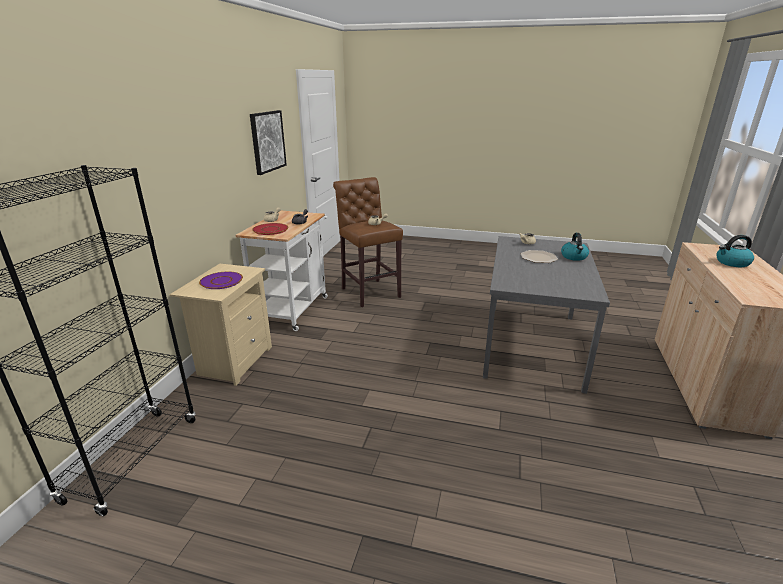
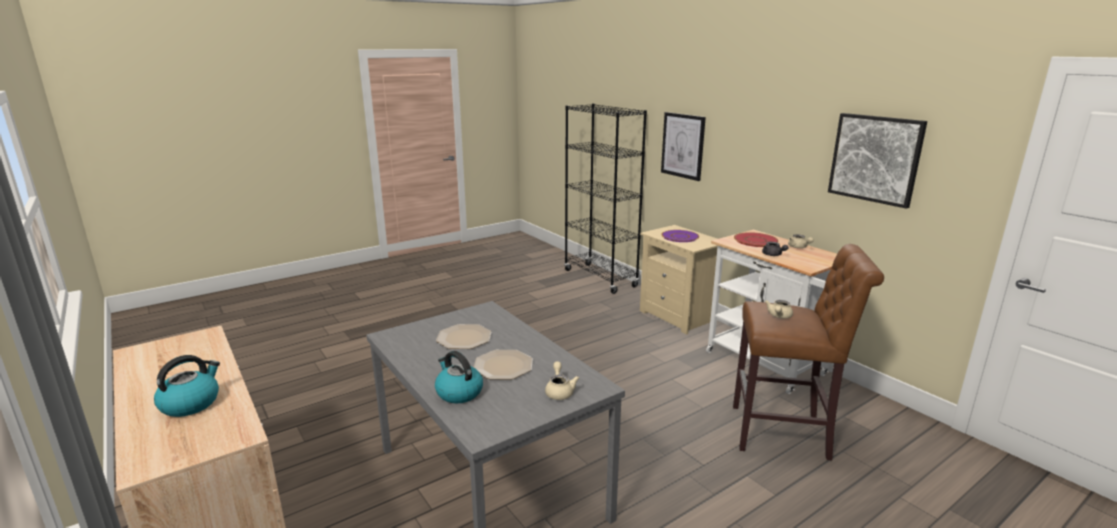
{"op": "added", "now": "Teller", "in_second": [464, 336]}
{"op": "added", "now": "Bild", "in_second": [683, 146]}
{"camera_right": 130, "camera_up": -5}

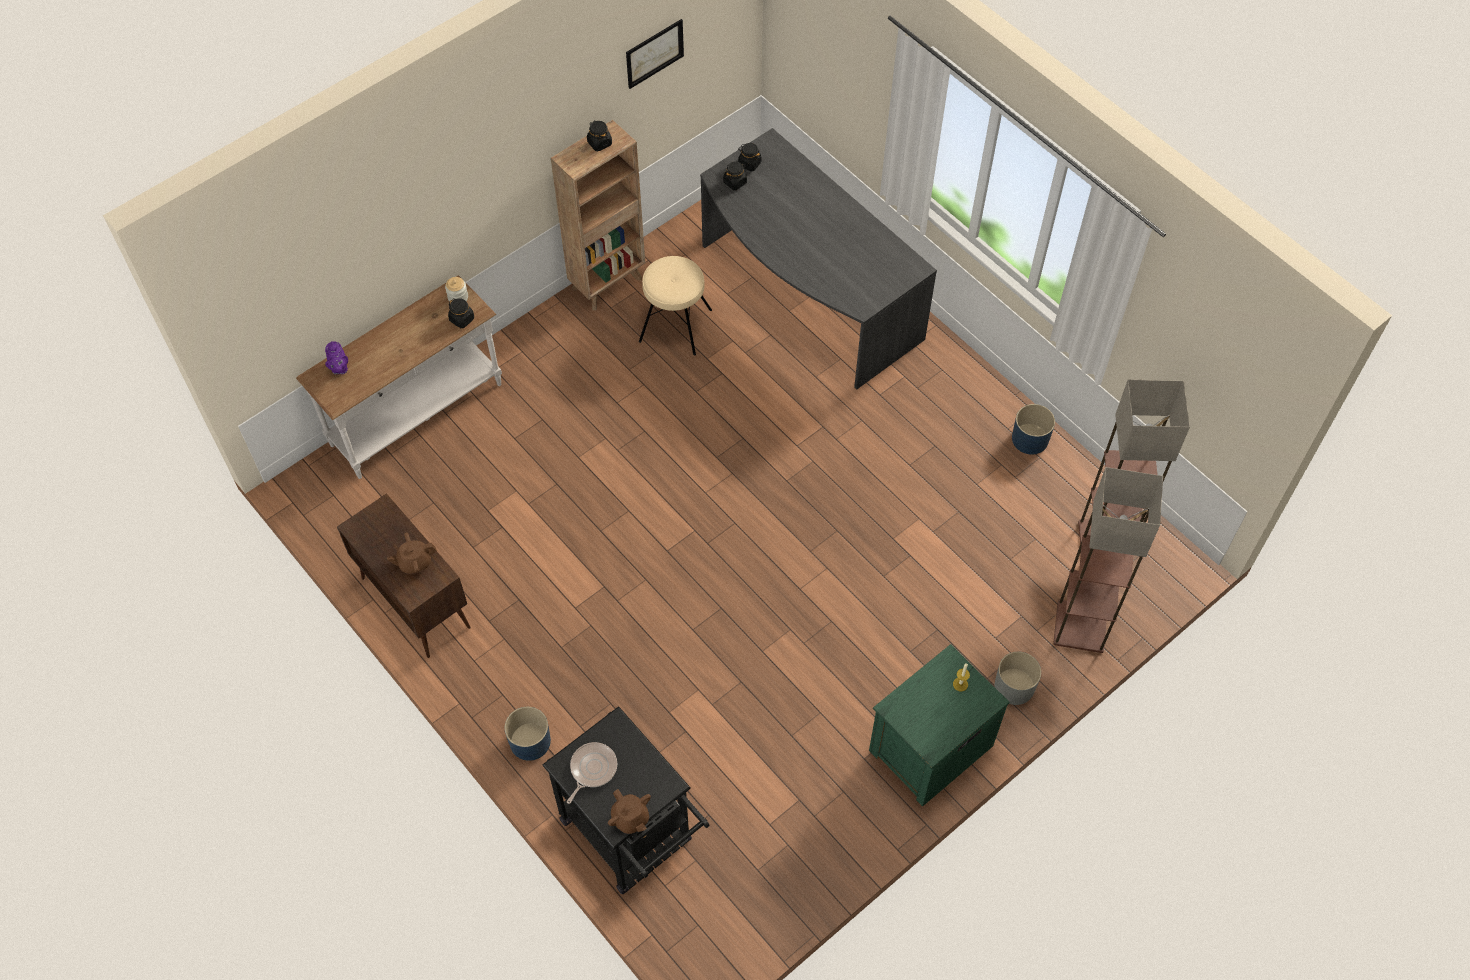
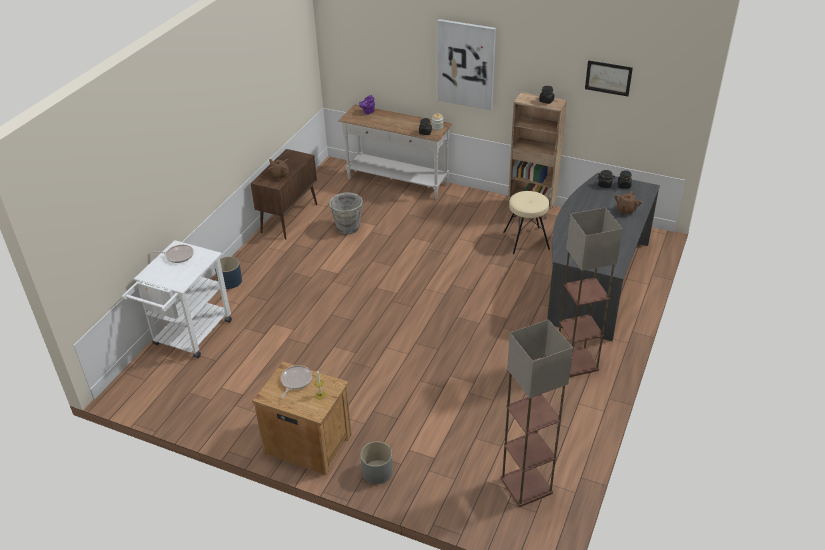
{"op": "removed", "was": "Pflanzkübel/blau", "in_first": [1033, 429]}
{"op": "added", "now": "Pfanne", "in_second": [296, 382]}
{"op": "added", "now": "Eimer/grau", "in_second": [345, 213]}
{"op": "added", "now": "Bild", "in_second": [466, 64]}
{"op": "moved", "was": "Teekanne/braun", "in_first": [629, 811], "in_second": [628, 203]}
{"op": "moved", "was": "Stehlampe", "in_first": [1108, 560], "in_second": [591, 292]}
{"op": "recoloured", "was": "Rollwagen/schwarz", "now": "Rollwagen/weiß", "in_first": [626, 800], "in_second": [177, 299]}
{"op": "recoloured", "was": "Nachttisch/grün", "now": "Nachttisch/braun", "in_first": [939, 725], "in_second": [302, 418]}
{"camera_right": 65, "camera_up": -20}

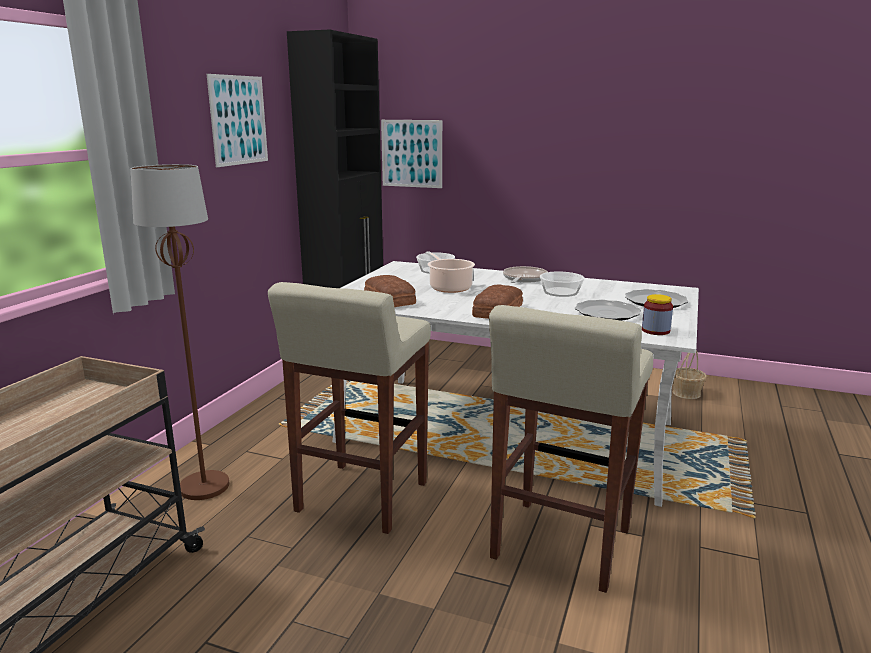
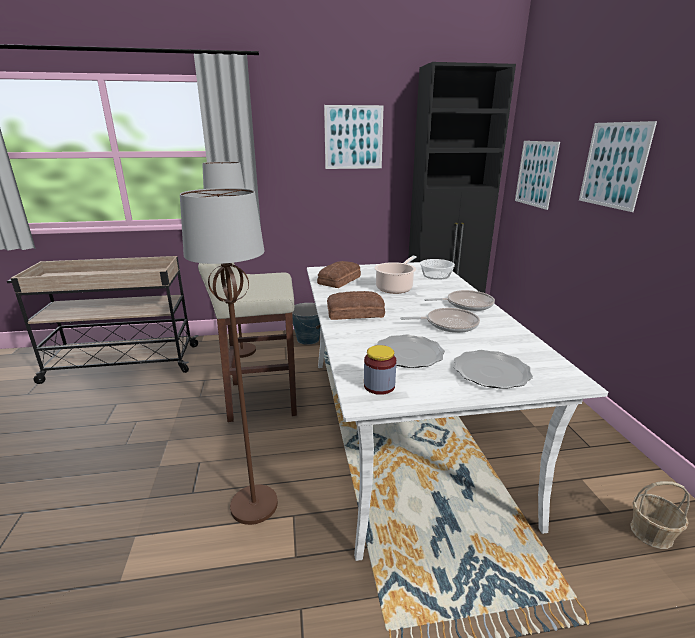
{"op": "added", "now": "Eimer", "in_second": [306, 324]}
{"op": "added", "now": "Bild", "in_second": [618, 166]}
{"op": "replaced", "was": "Hocker/beige", "now": "Stehlampe/braun", "in_first": [571, 449], "in_second": [229, 356]}
{"op": "replaced", "was": "Schüssel", "now": "Pfanne", "in_first": [562, 284], "in_second": [440, 320]}
{"camera_right": 60, "camera_up": 5}

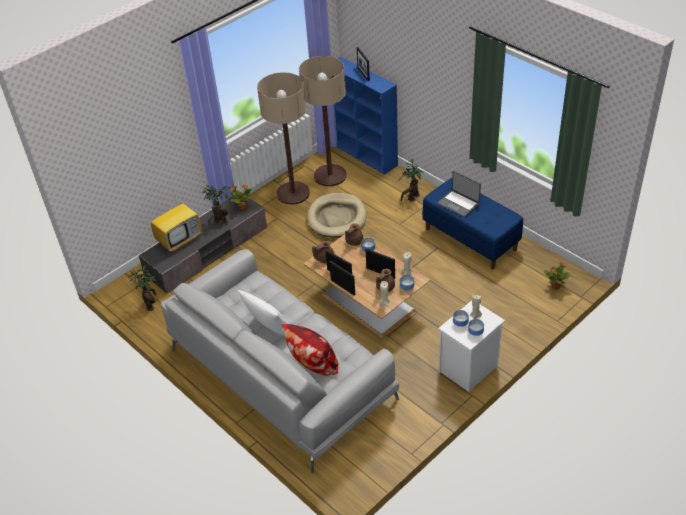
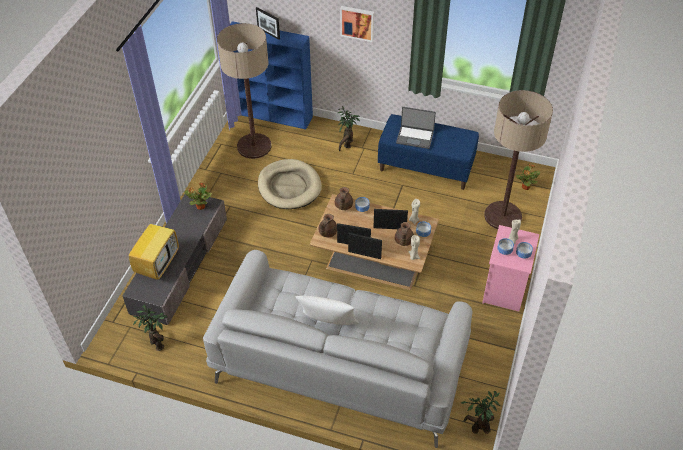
{"op": "removed", "was": "Kissen", "in_first": [310, 350]}
{"op": "added", "now": "Bild", "in_second": [357, 24]}
{"op": "moved", "was": "Topfpflanze", "in_first": [215, 205], "in_second": [480, 412]}
{"op": "moved", "was": "Stehlampe", "in_first": [283, 138], "in_second": [518, 159]}
{"op": "recoloured", "was": "Nachttisch/weiß", "now": "Nachttisch/rosa", "in_first": [471, 346], "in_second": [510, 268]}
{"camera_right": -30, "camera_up": 5}

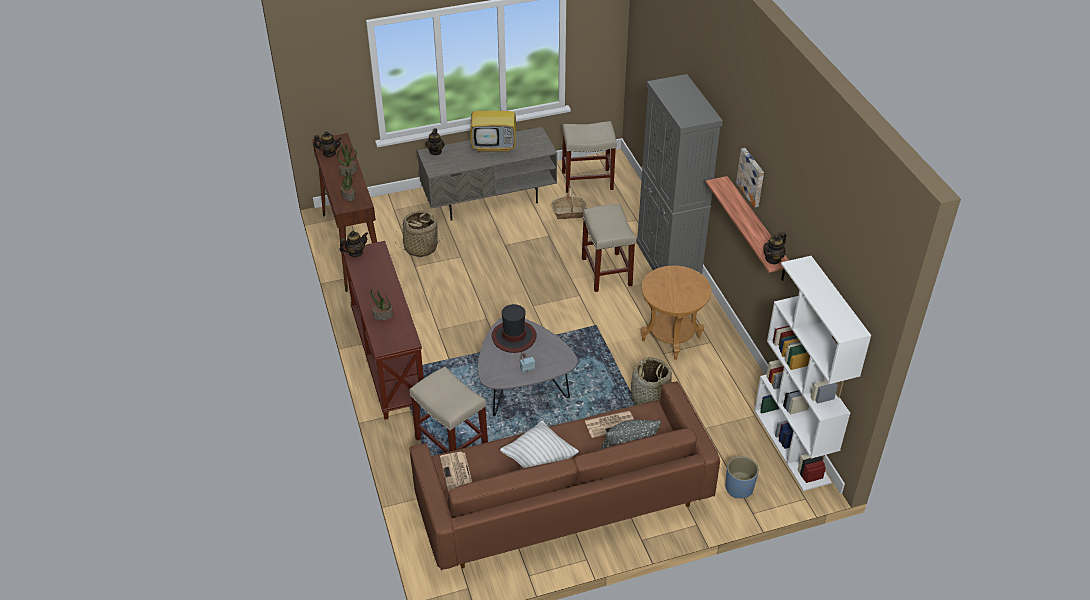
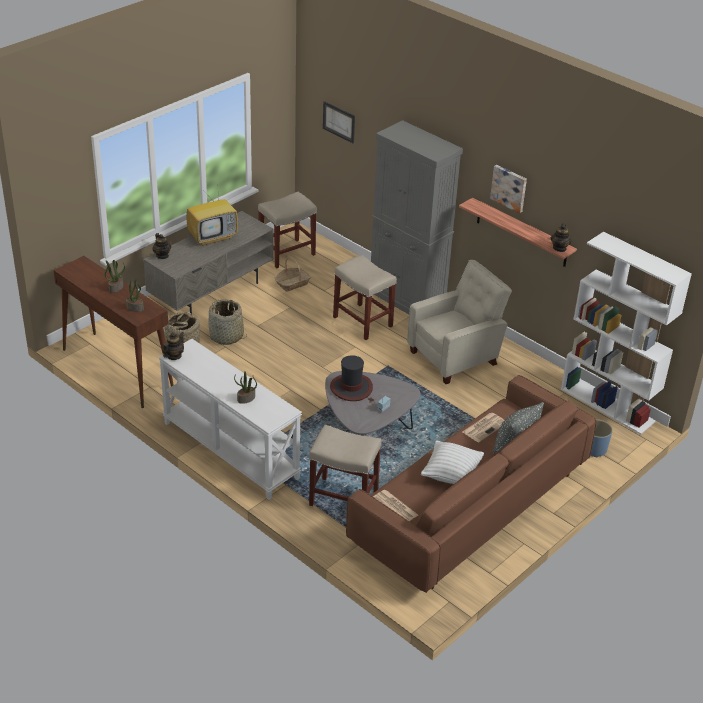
{"op": "removed", "was": "Teekanne", "in_first": [327, 144]}
{"op": "added", "now": "Bild", "in_second": [339, 122]}
{"op": "moved", "was": "Korb", "in_first": [651, 381], "in_second": [227, 322]}
{"op": "replaced", "was": "Beistelltisch/braun", "now": "Sessel/beige", "in_first": [676, 313], "in_second": [459, 322]}
{"op": "recoloured", "was": "Konsolentisch/braun", "now": "Konsolentisch/weiß", "in_first": [383, 330], "in_second": [230, 419]}
{"camera_right": -30, "camera_up": -5}

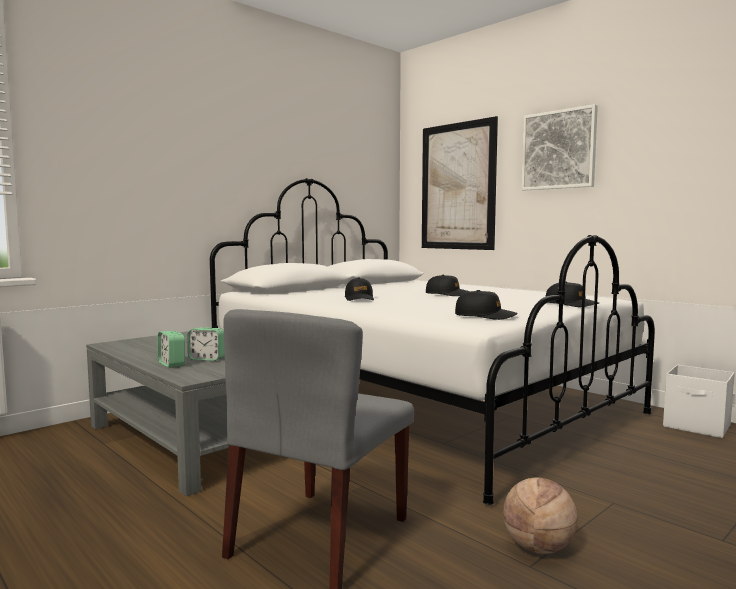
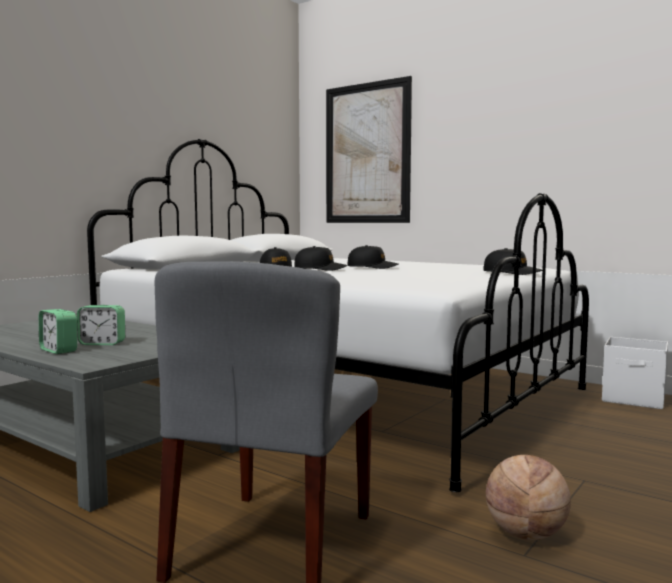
{"op": "removed", "was": "Bild", "in_first": [559, 147]}
{"op": "moved", "was": "Kappe/schwarz", "in_first": [486, 305], "in_second": [321, 258]}
{"camera_right": -10, "camera_up": 0}

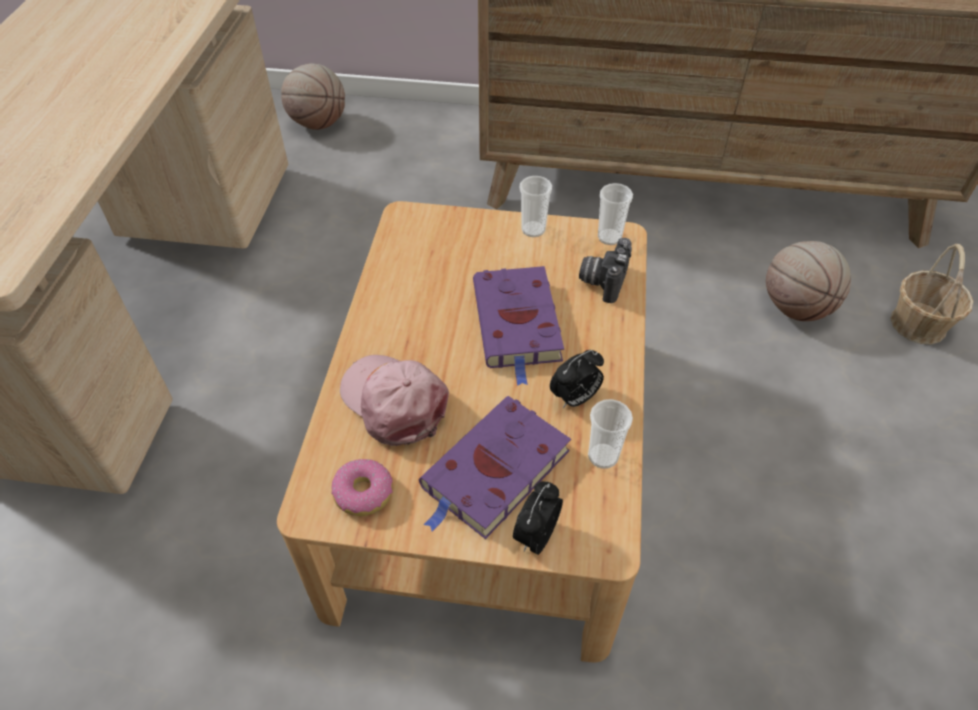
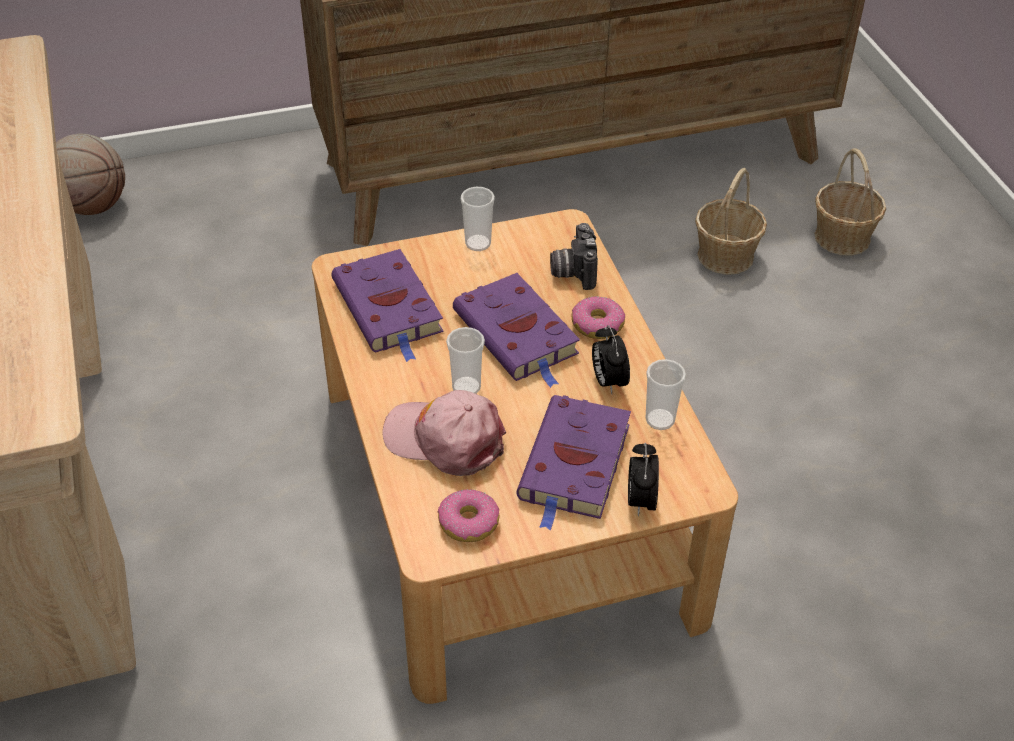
{"op": "added", "now": "Buch/lila", "in_second": [387, 305]}
{"op": "added", "now": "Donut", "in_second": [598, 317]}
{"op": "moved", "was": "Tasse", "in_first": [615, 214], "in_second": [465, 360]}
{"op": "replaced", "was": "Basketball", "now": "Korb", "in_first": [808, 281], "in_second": [731, 221]}
{"op": "turned", "was": "Wecker", "in_first": [577, 379], "in_second": [611, 359], "clockwise": 135}
{"camera_right": -25, "camera_up": -5}

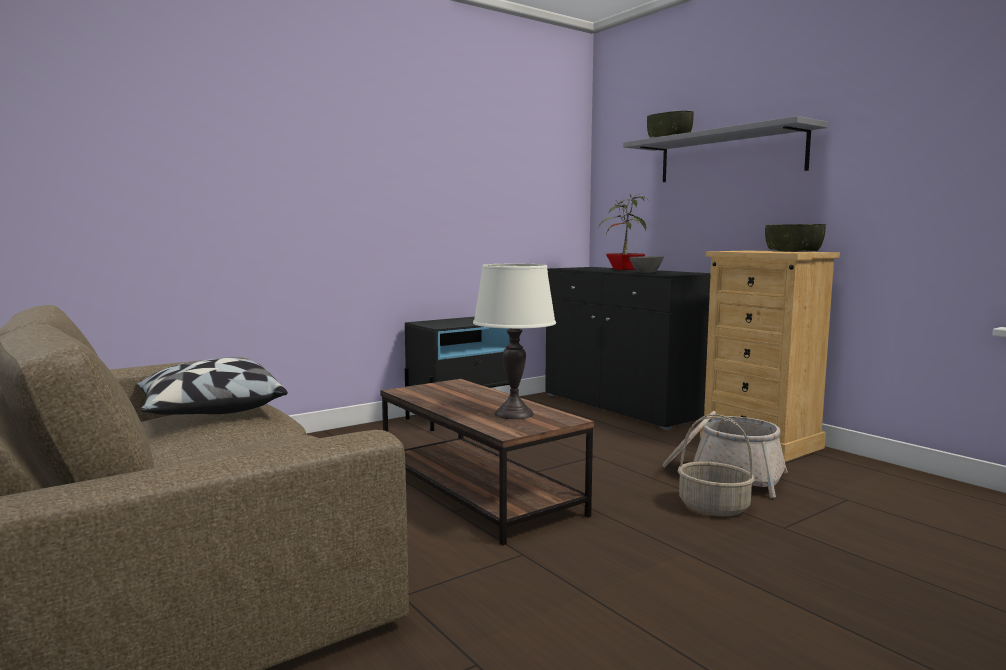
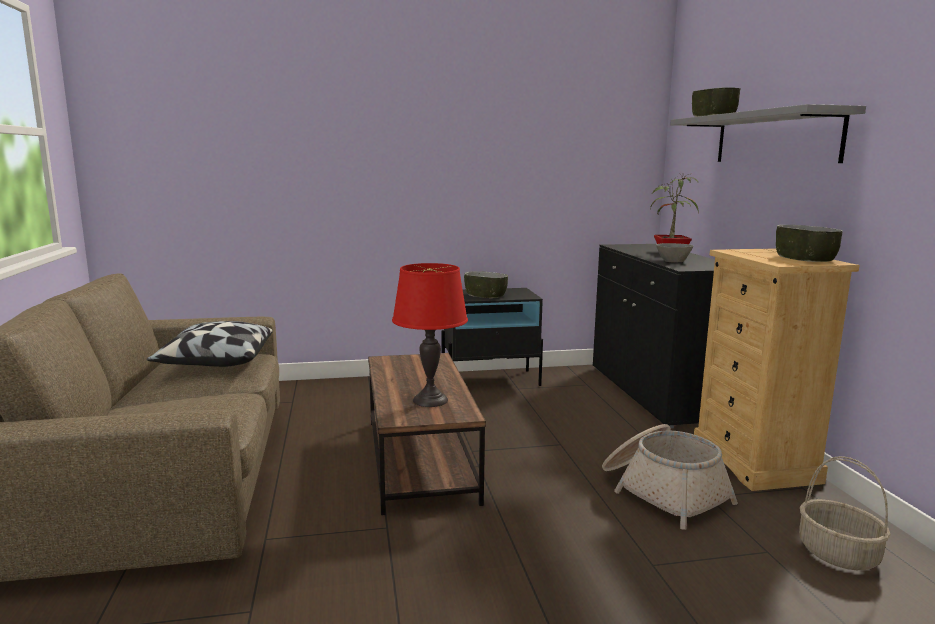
{"op": "added", "now": "Schüssel", "in_second": [486, 284]}
{"op": "moved", "was": "Korb", "in_first": [716, 465], "in_second": [845, 513]}
{"op": "recoloured", "was": "Tischlampe/weiß", "now": "Tischlampe/rot", "in_first": [514, 341], "in_second": [430, 335]}
{"camera_right": 25, "camera_up": 5}

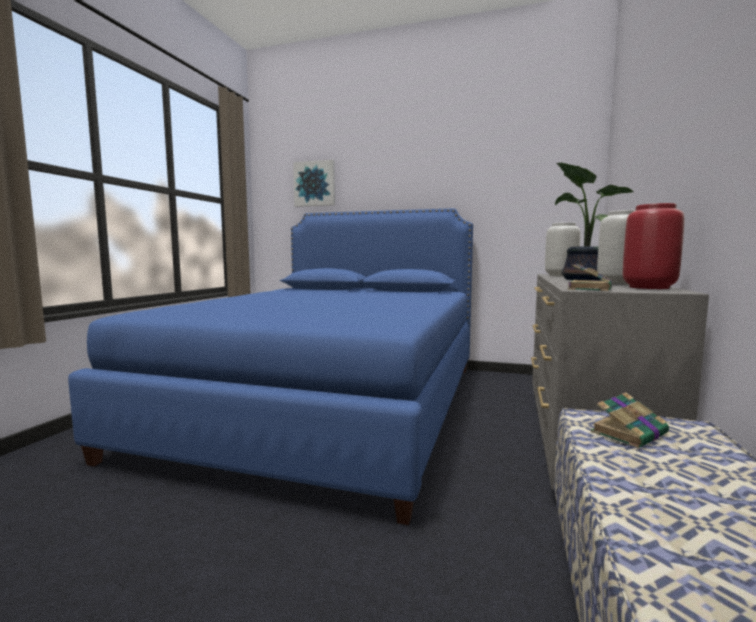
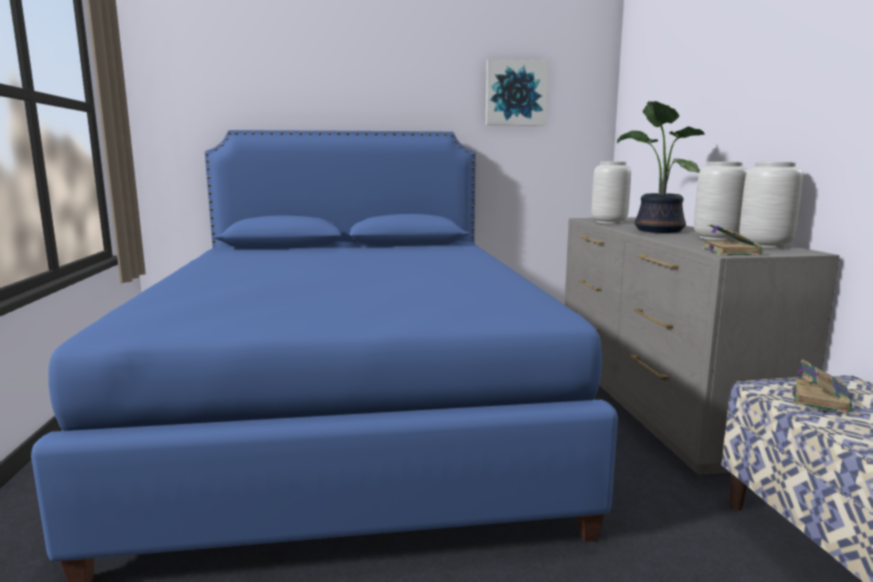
{"op": "moved", "was": "Bild", "in_first": [314, 183], "in_second": [517, 92]}
{"op": "recoloured", "was": "Vase/rot", "now": "Vase/grau", "in_first": [654, 246], "in_second": [771, 205]}
{"camera_right": -25, "camera_up": 5}

